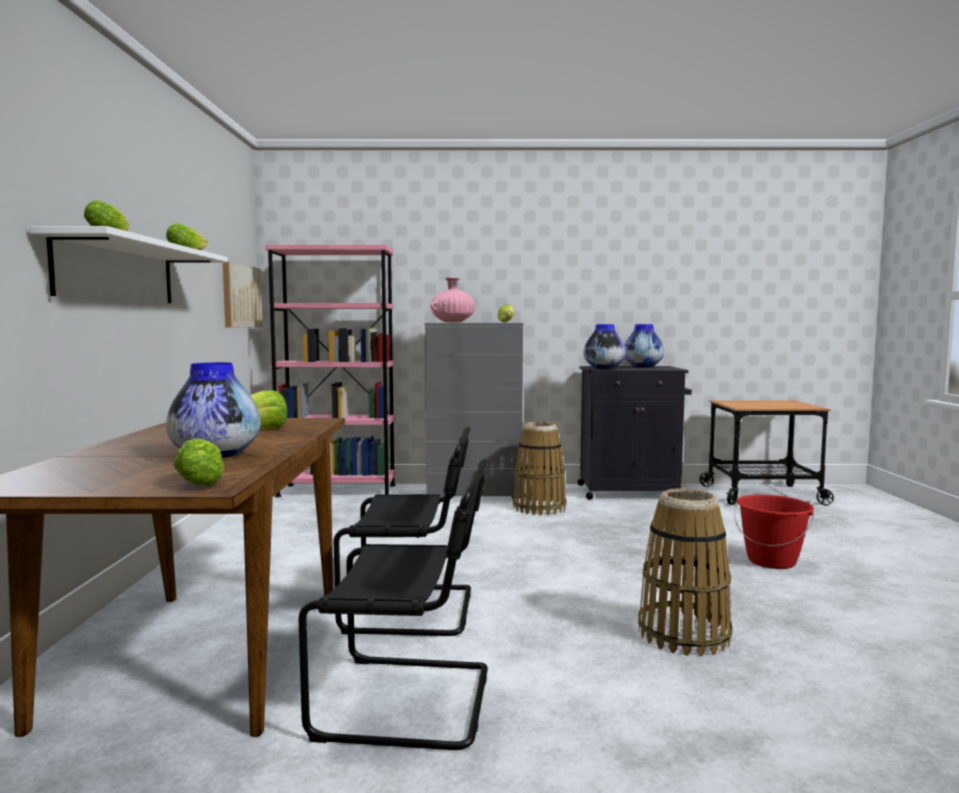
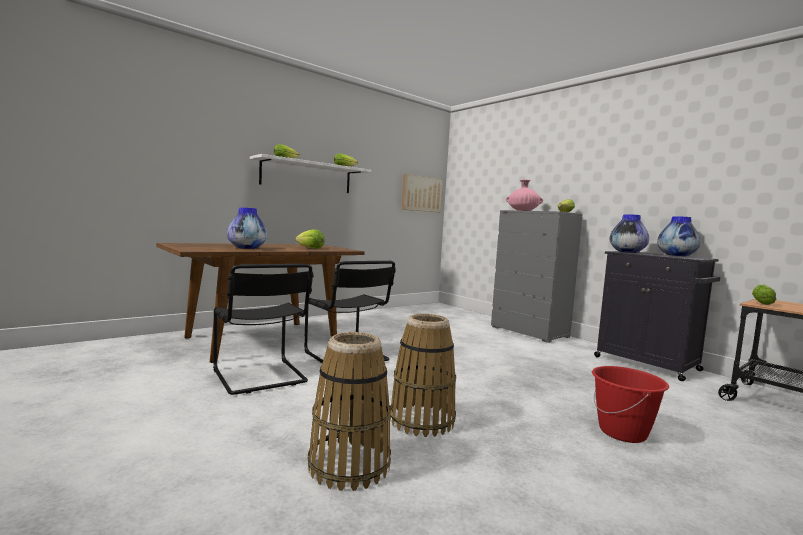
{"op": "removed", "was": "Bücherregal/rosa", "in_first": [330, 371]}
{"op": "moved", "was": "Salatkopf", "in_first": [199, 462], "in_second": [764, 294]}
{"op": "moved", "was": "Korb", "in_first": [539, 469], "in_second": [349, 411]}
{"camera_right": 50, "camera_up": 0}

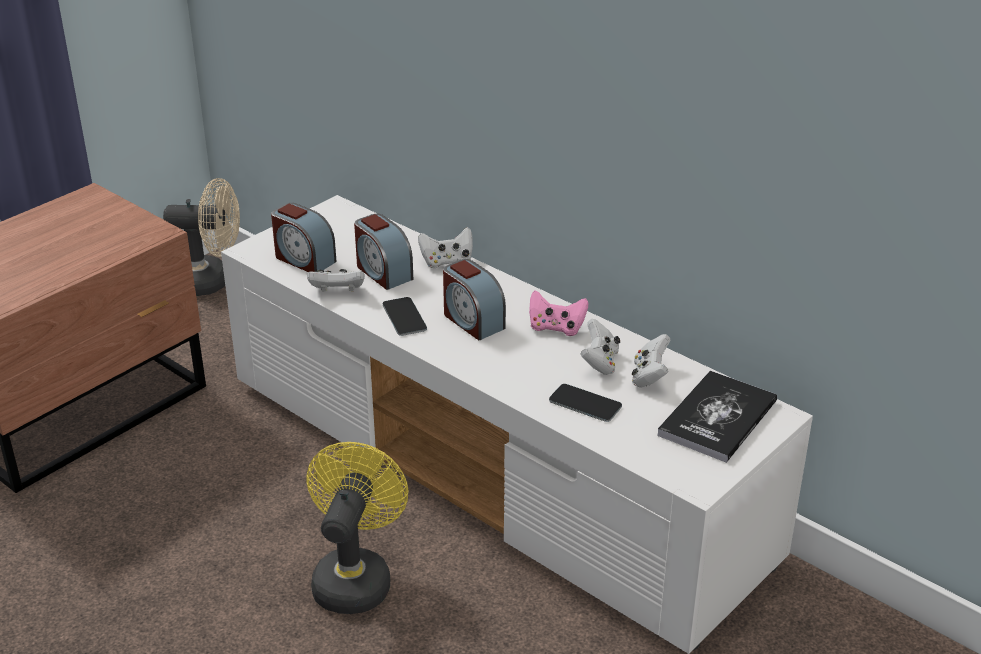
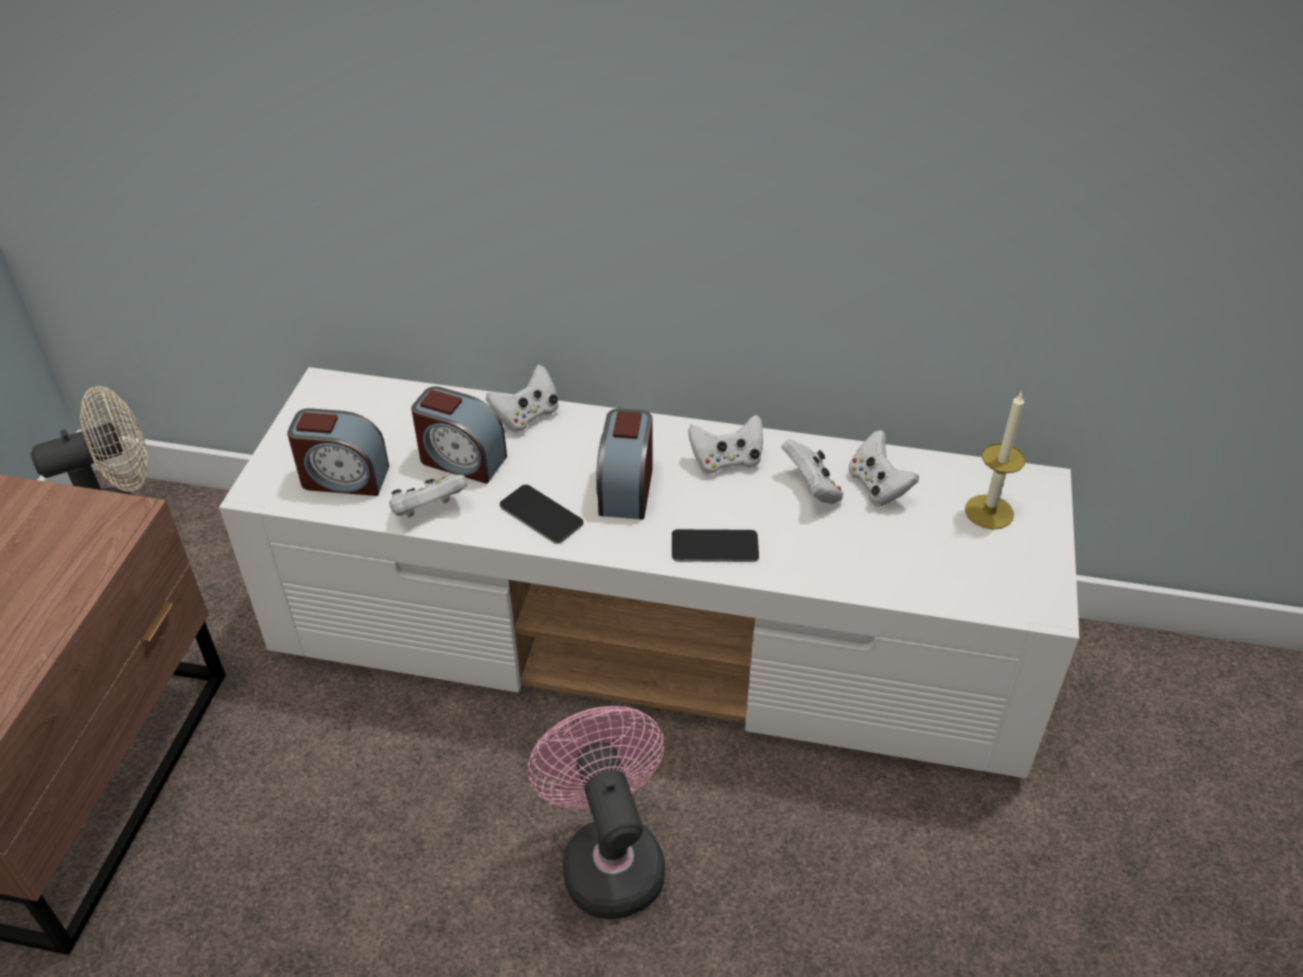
{"op": "moved", "was": "Handy", "in_first": [585, 403], "in_second": [715, 545]}
{"op": "replaced", "was": "Buch", "now": "Kerze", "in_first": [717, 417], "in_second": [995, 460]}
{"op": "recoloured", "was": "Ventilator/gelb", "now": "Ventilator/rosa", "in_first": [357, 528], "in_second": [596, 812]}
{"op": "recoloured", "was": "Gamepad/rosa", "now": "Gamepad/weiß", "in_first": [558, 313], "in_second": [725, 444]}
{"op": "turned", "was": "Wecker", "in_first": [474, 300], "in_second": [624, 464], "clockwise": 75}
{"camera_right": -30, "camera_up": 10}

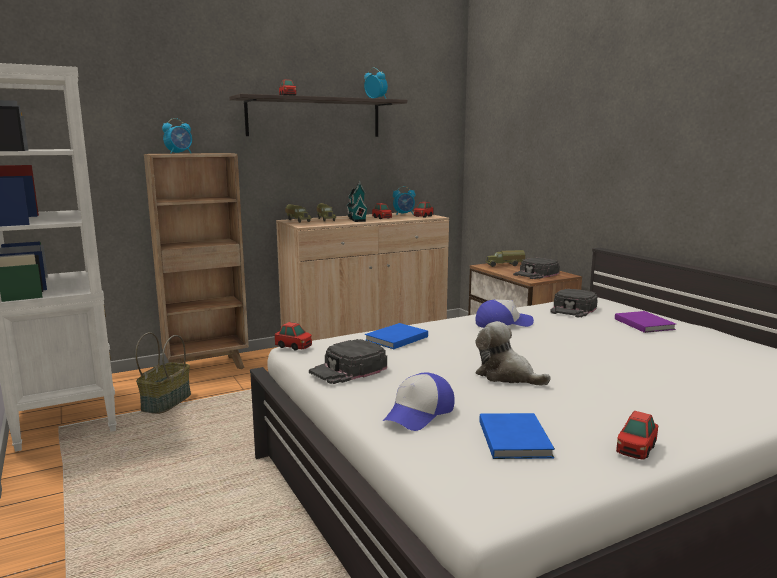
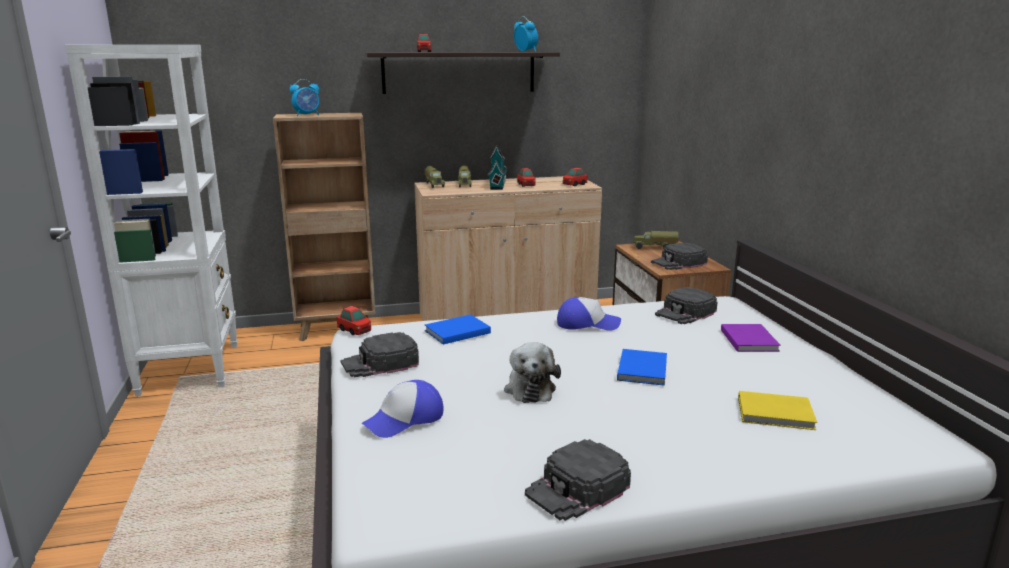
{"op": "removed", "was": "Korb", "in_first": [163, 373]}
{"op": "removed", "was": "Wecker", "in_first": [404, 200]}
{"op": "added", "now": "Buch/gelb", "in_second": [777, 410]}
{"op": "moved", "was": "Buch/blau", "in_first": [517, 436], "in_second": [642, 367]}
{"op": "replaced", "was": "Spielzeugauto", "now": "Kappe/schwarz", "in_first": [637, 435], "in_second": [578, 480]}
{"op": "turned", "was": "Plüschtier", "in_first": [513, 353], "in_second": [532, 372], "clockwise": -150}
{"camera_right": 15, "camera_up": 5}

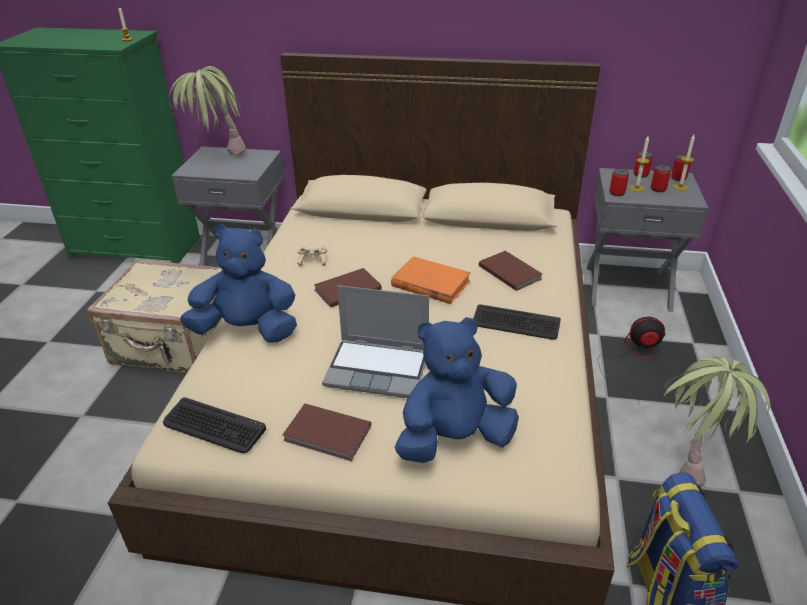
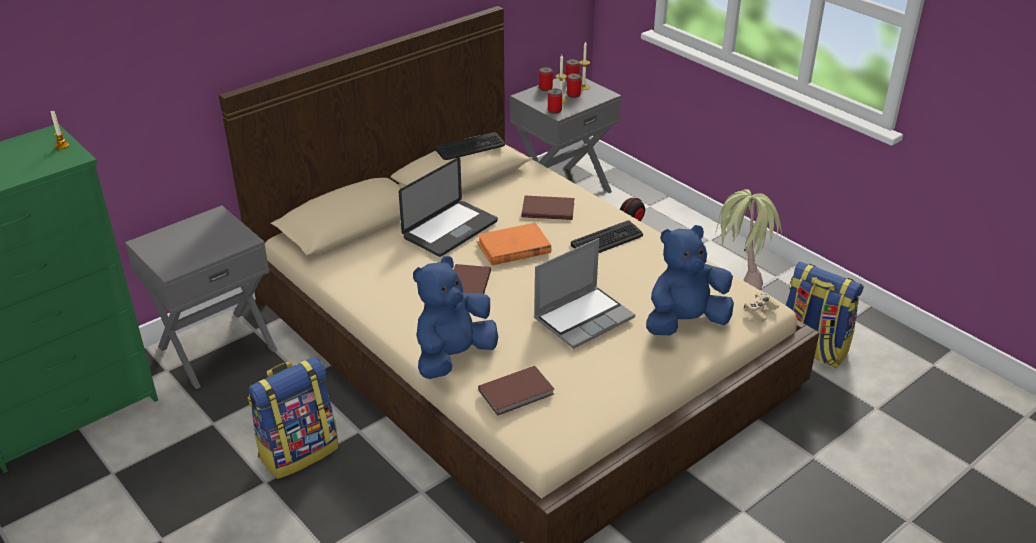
{"op": "removed", "was": "Topfpflanze", "in_first": [207, 111]}
{"op": "added", "now": "Laptop", "in_second": [448, 207]}
{"op": "moved", "was": "Tastatur", "in_first": [214, 425], "in_second": [470, 146]}
{"op": "moved", "was": "Buch/braun", "in_first": [326, 432], "in_second": [516, 391]}
{"op": "moved", "was": "Gamepad/beige", "in_first": [312, 256], "in_second": [761, 307]}
{"op": "replaced", "was": "Koffer/beige", "now": "Rucksack", "in_first": [155, 316], "in_second": [293, 418]}
{"op": "turned", "was": "Plüschtier/blau", "in_first": [457, 390], "in_second": [690, 280], "clockwise": 45}
{"camera_right": -50, "camera_up": 0}

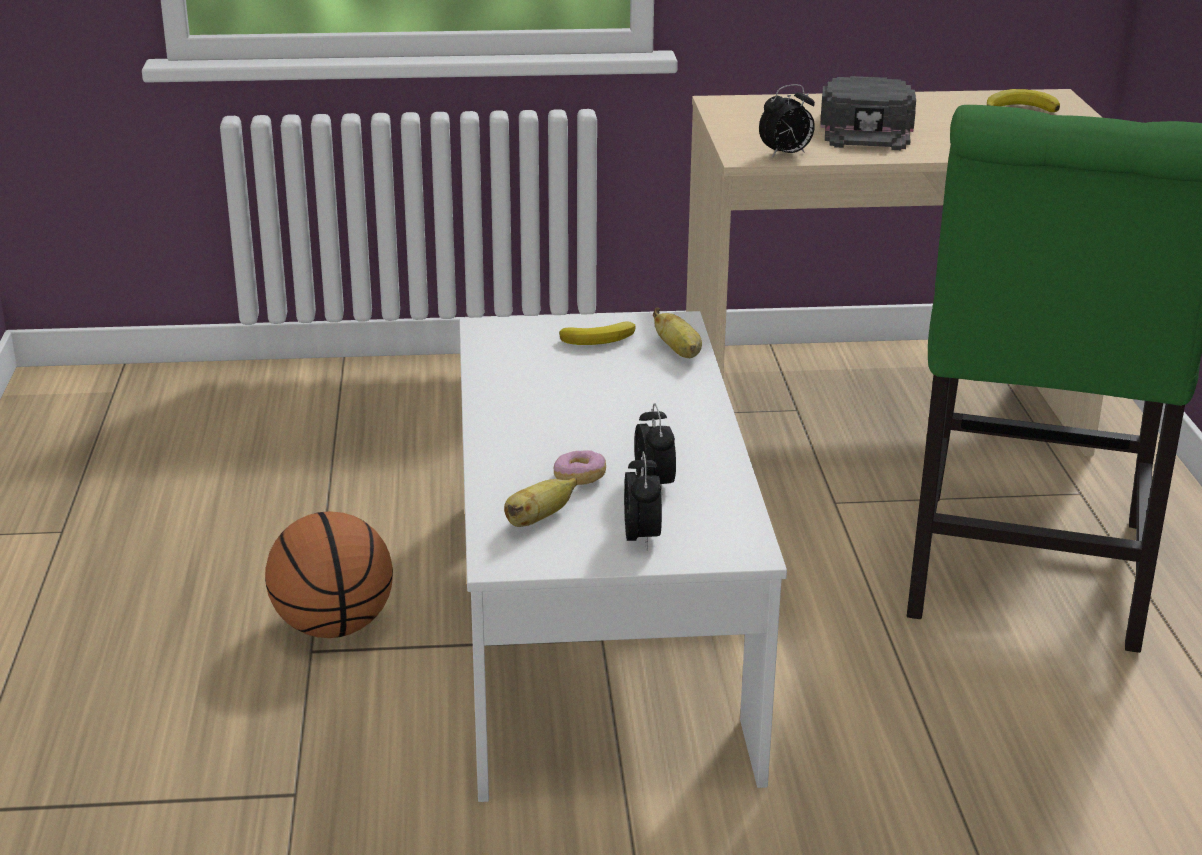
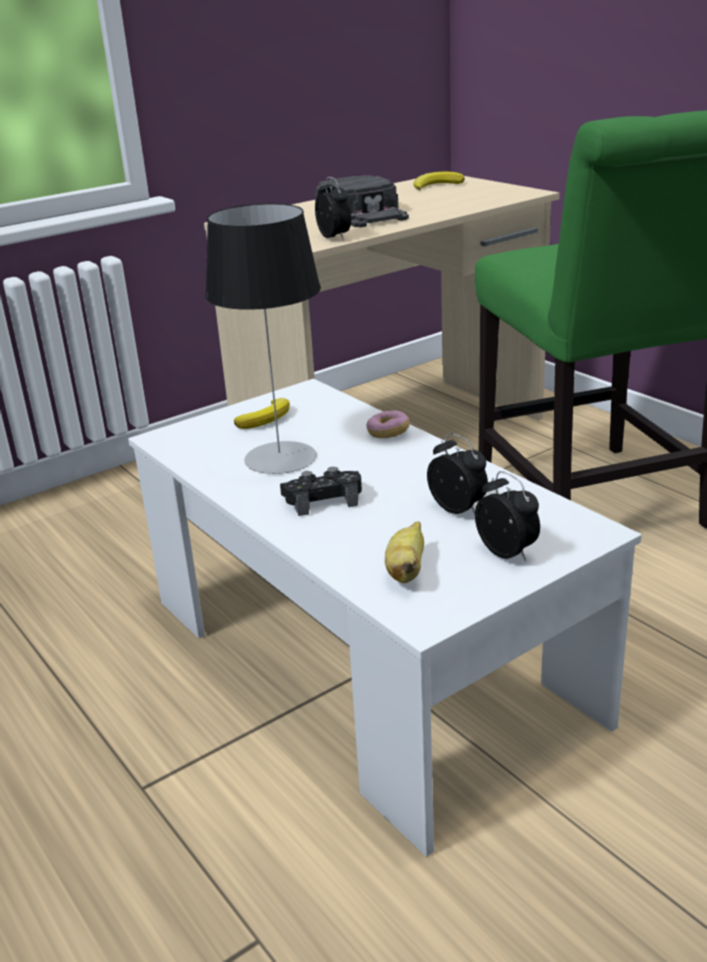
{"op": "removed", "was": "Basketball", "in_first": [329, 574]}
{"op": "removed", "was": "Banane", "in_first": [677, 333]}
{"op": "added", "now": "Tischlampe", "in_second": [263, 338]}
{"op": "added", "now": "Gamepad/schwarz", "in_second": [321, 491]}
{"op": "moved", "was": "Donut", "in_first": [580, 468], "in_second": [388, 424]}
{"op": "turned", "was": "Wecker", "in_first": [787, 121], "in_second": [333, 209], "clockwise": -60}
{"camera_right": -30, "camera_up": 0}

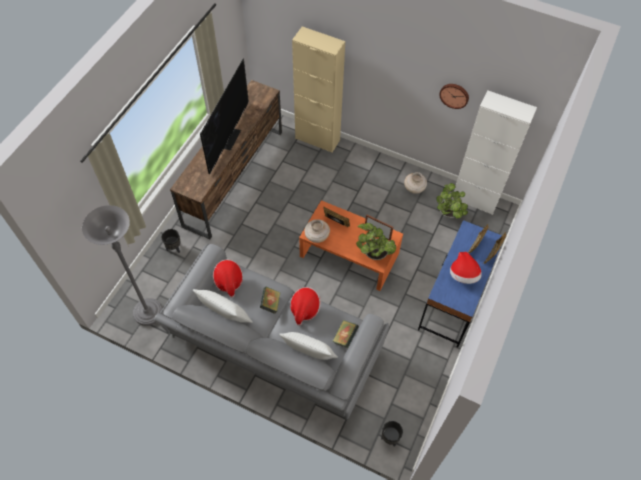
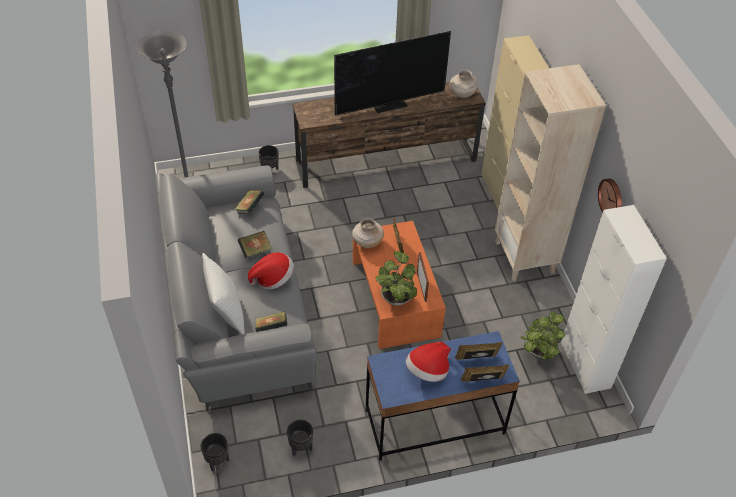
{"op": "removed", "was": "Kissen/weiß", "in_first": [223, 306]}
{"op": "added", "now": "Pflanzkübel/schwarz", "in_second": [300, 438]}
{"op": "added", "now": "Bücherregal/beige", "in_second": [550, 172]}
{"op": "moved", "was": "Vase/beige", "in_first": [415, 183], "in_second": [464, 83]}
{"op": "replaced", "was": "Hut", "now": "Buch", "in_first": [228, 278], "in_second": [249, 202]}
{"camera_right": 50, "camera_up": -10}

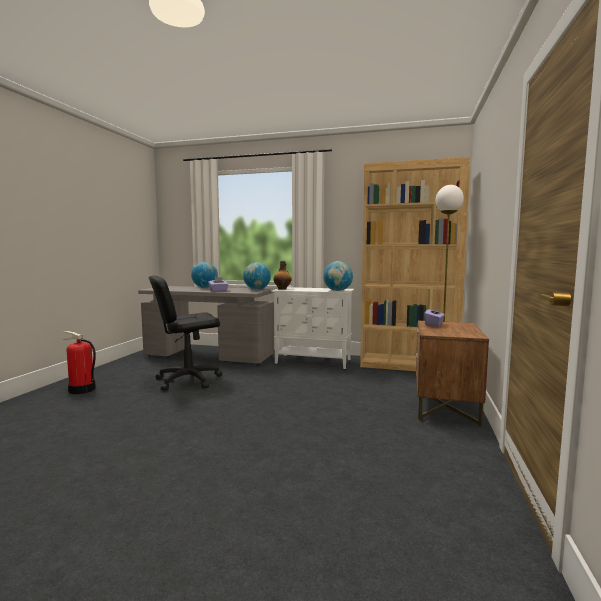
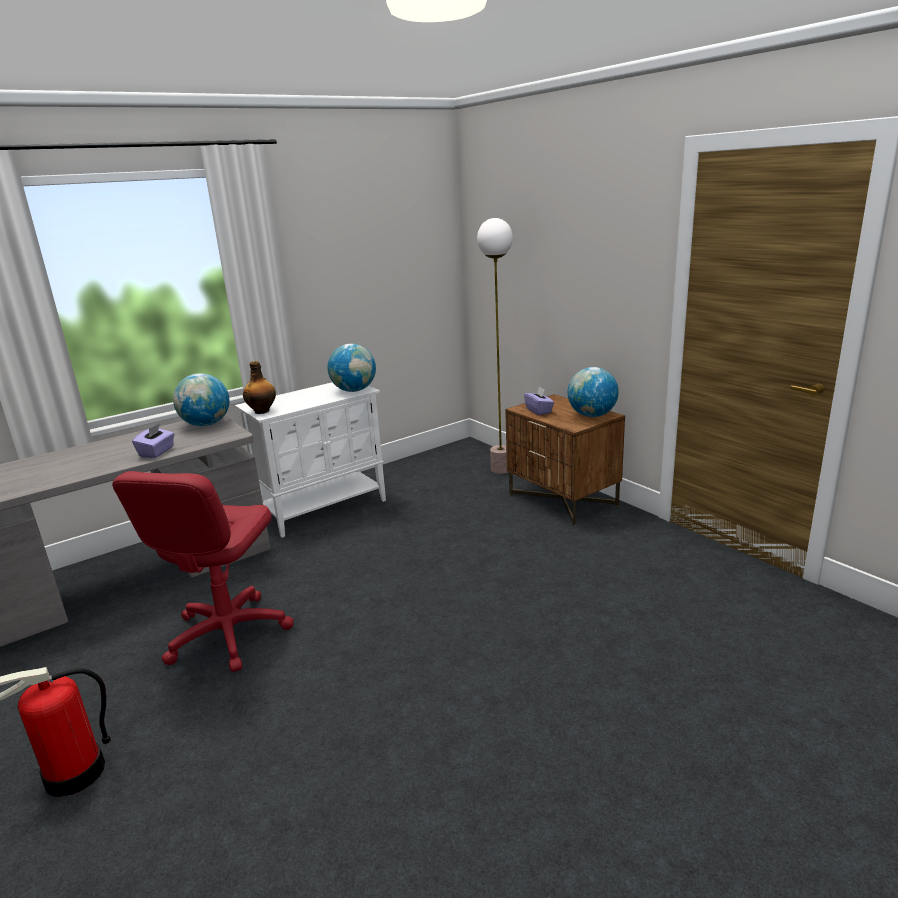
{"op": "removed", "was": "Bücherregal/braun", "in_first": [415, 264]}
{"op": "moved", "was": "Globus", "in_first": [204, 275], "in_second": [593, 392]}
{"op": "recoloured", "was": "Bürostuhl/schwarz", "now": "Bürostuhl/rot", "in_first": [185, 333], "in_second": [203, 571]}
{"camera_right": -50, "camera_up": 15}

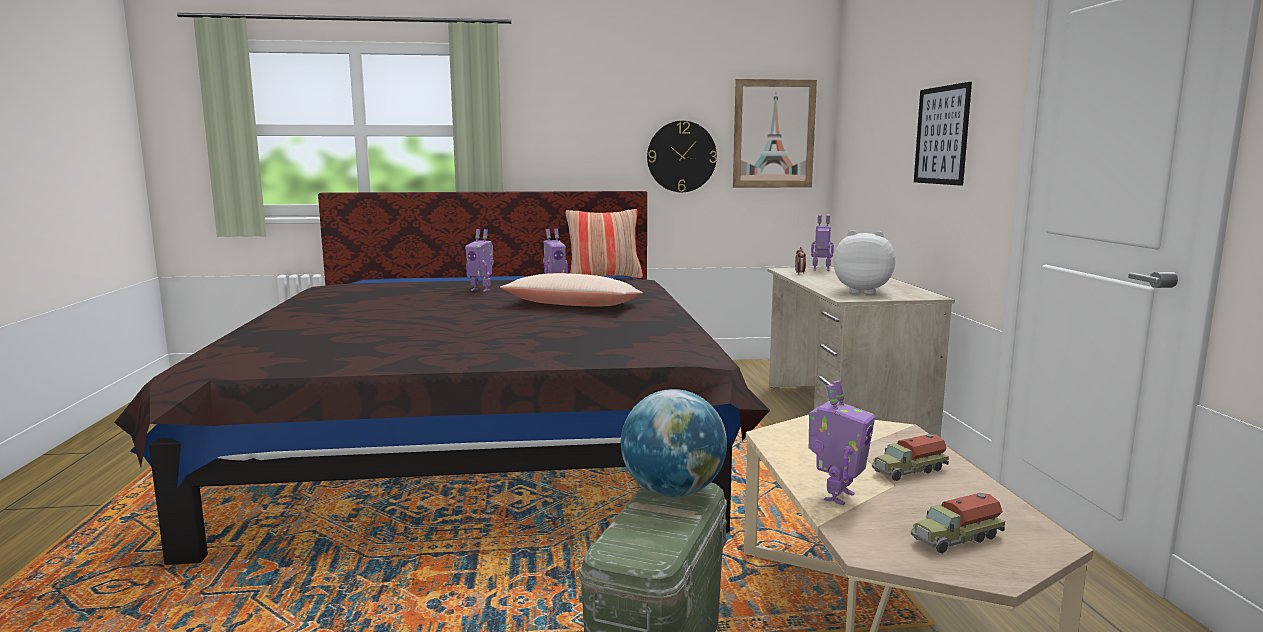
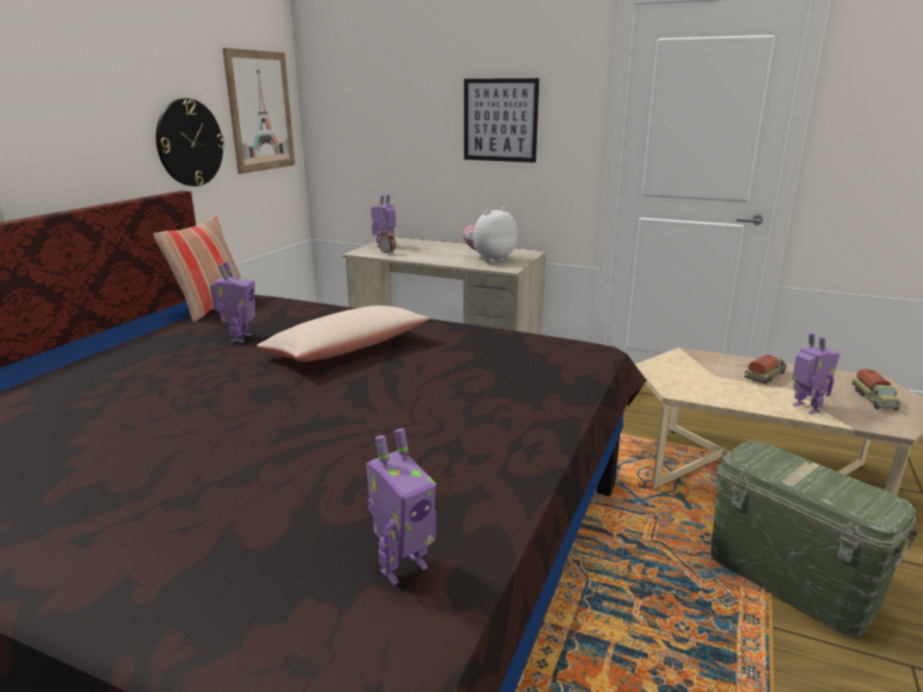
{"op": "removed", "was": "Globus", "in_first": [674, 443]}
{"op": "moved", "was": "Spielzeugroboter", "in_first": [479, 260], "in_second": [401, 506]}
{"op": "turned", "was": "Spielzeuglaster", "in_first": [910, 457], "in_second": [765, 369], "clockwise": -135}
{"camera_right": -60, "camera_up": 10}

